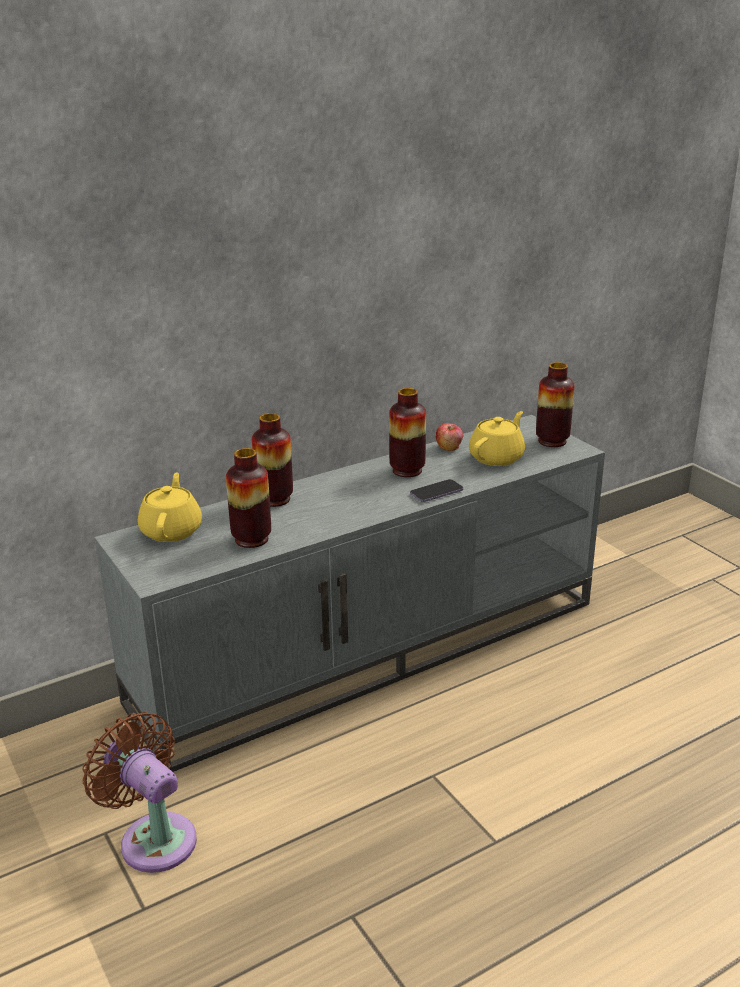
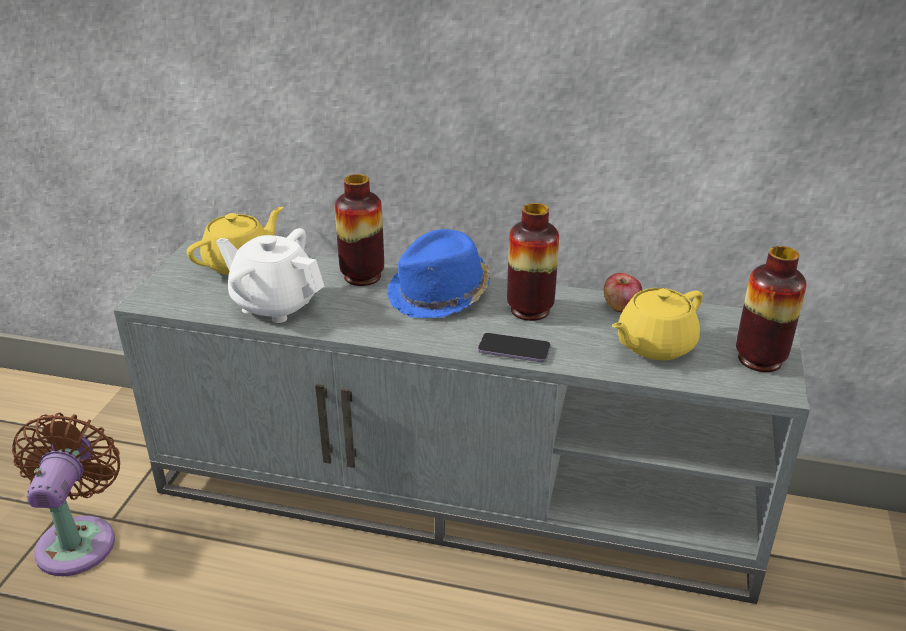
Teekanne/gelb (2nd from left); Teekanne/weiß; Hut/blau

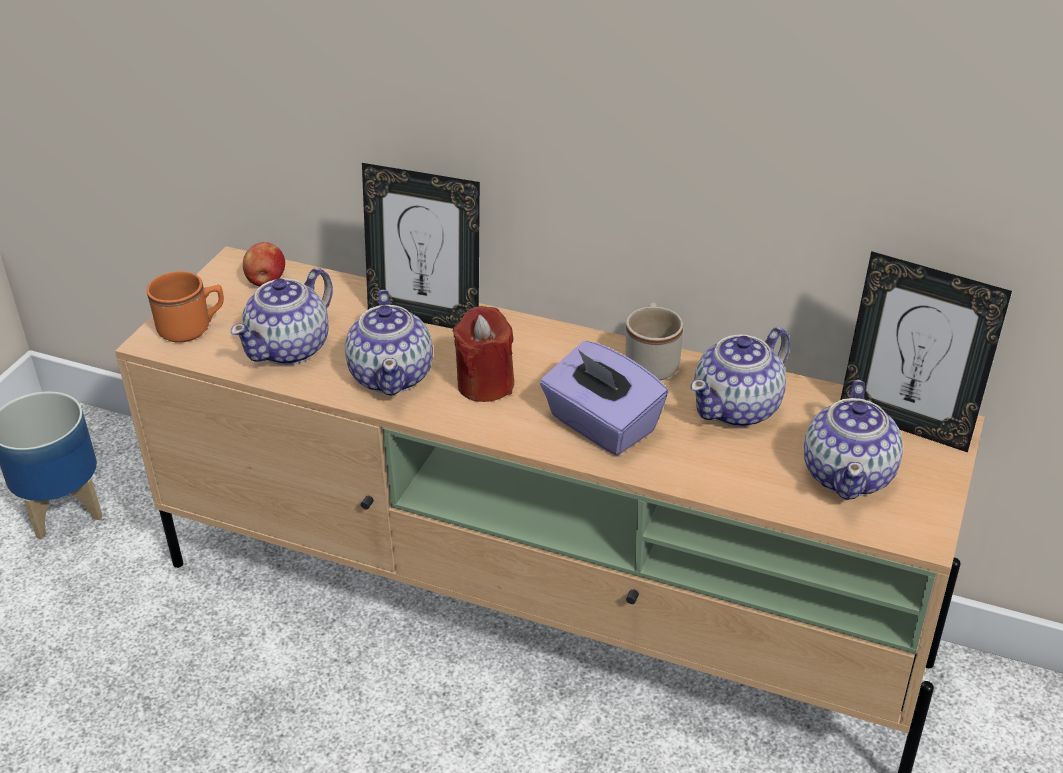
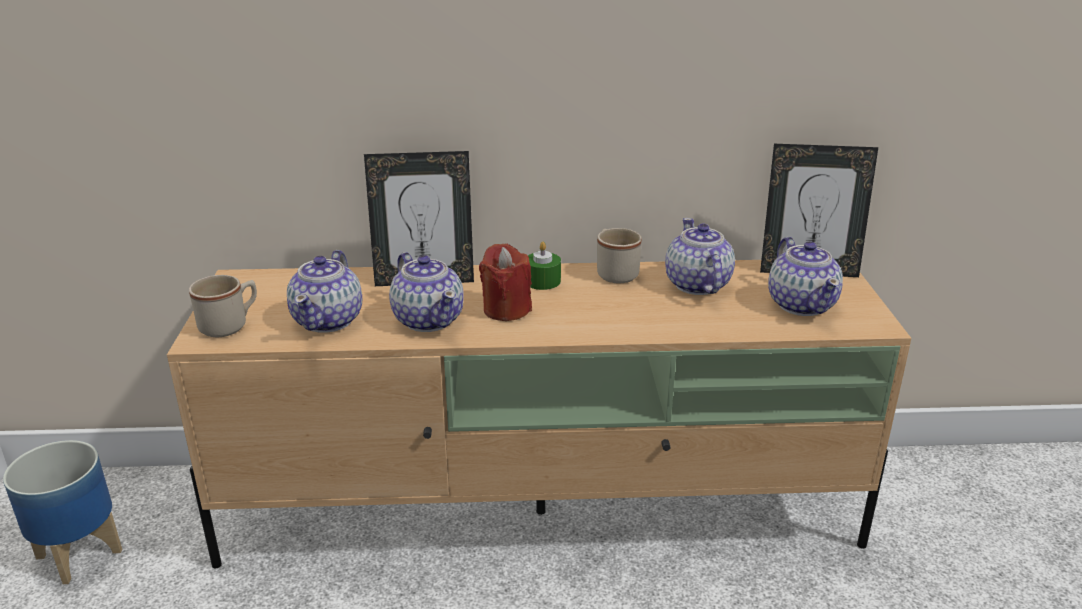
Apfel; Henkelbecher/beige (1st from left); Teekanne (3rd from left); Taschentuchbox/lila; Kerze/grün

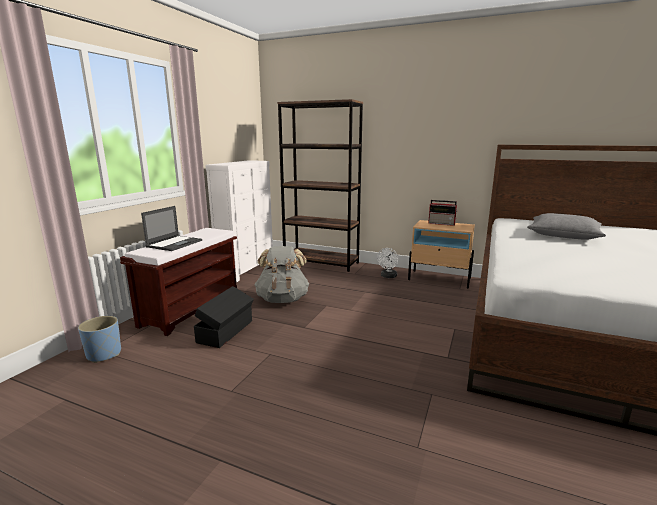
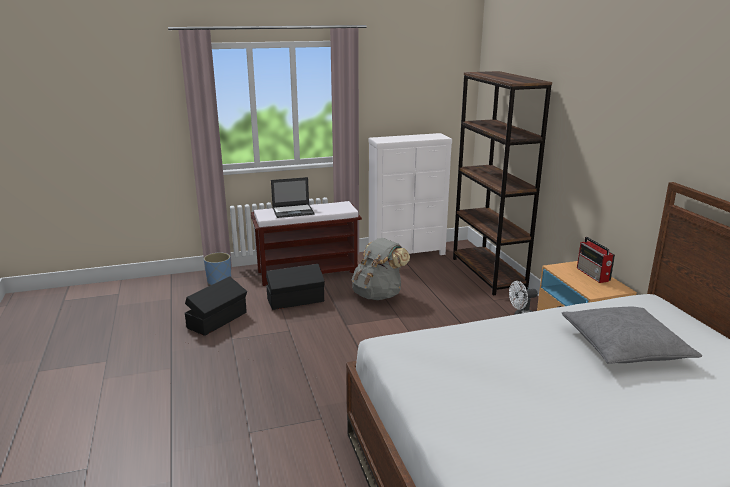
Aufbewahrungsbox/schwarz (1st from left)

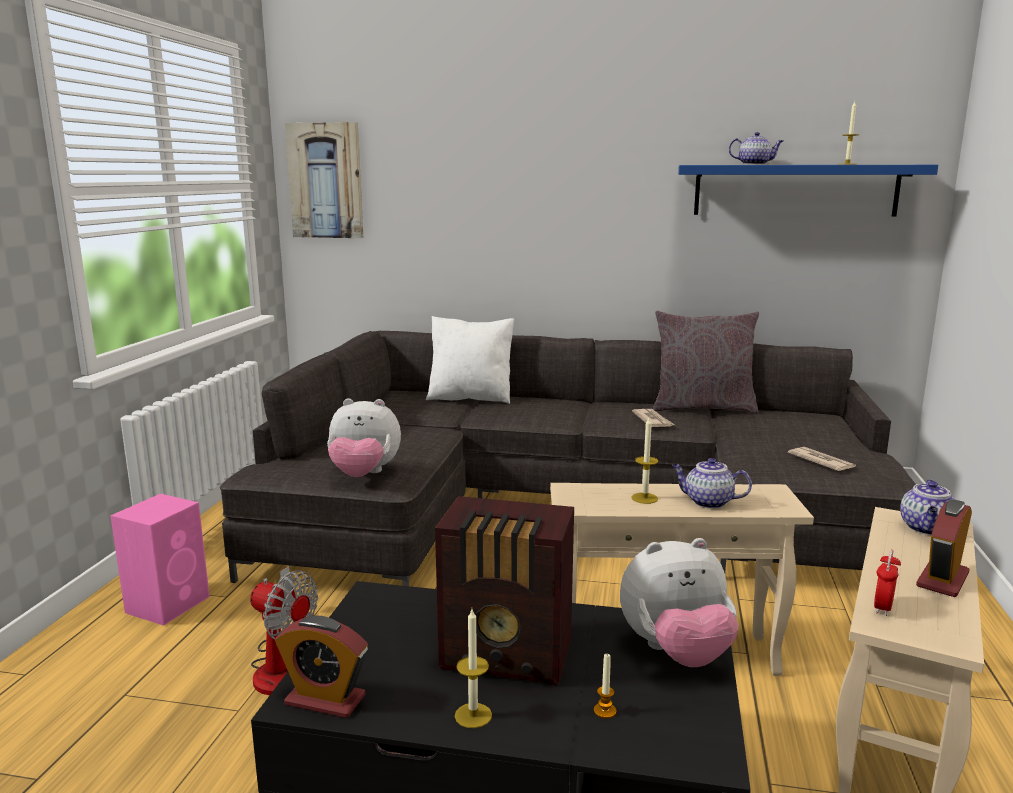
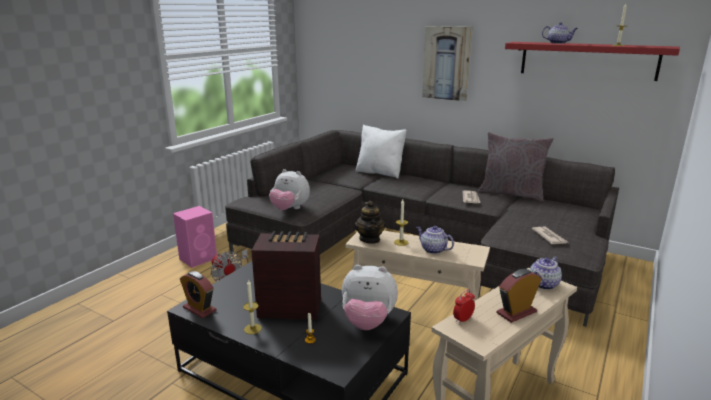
Bild; Wandregal/rot; Radio; Teekanne (1st from left)

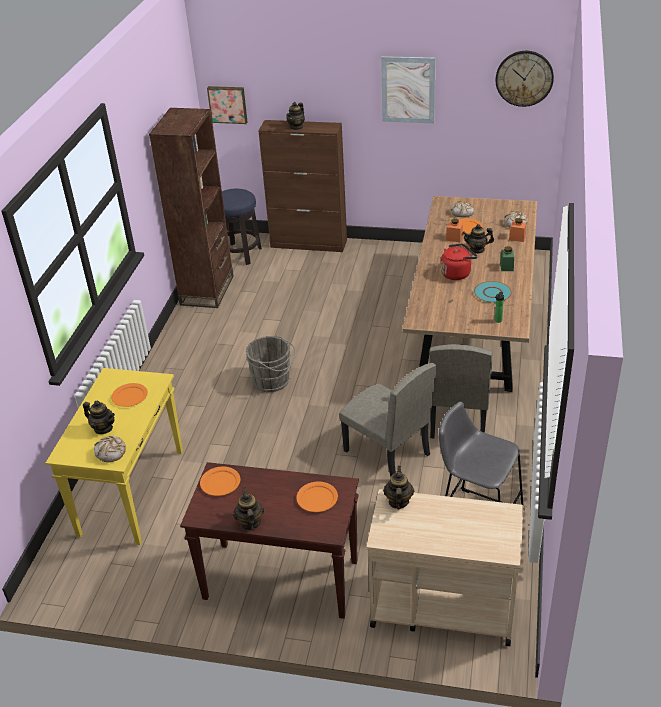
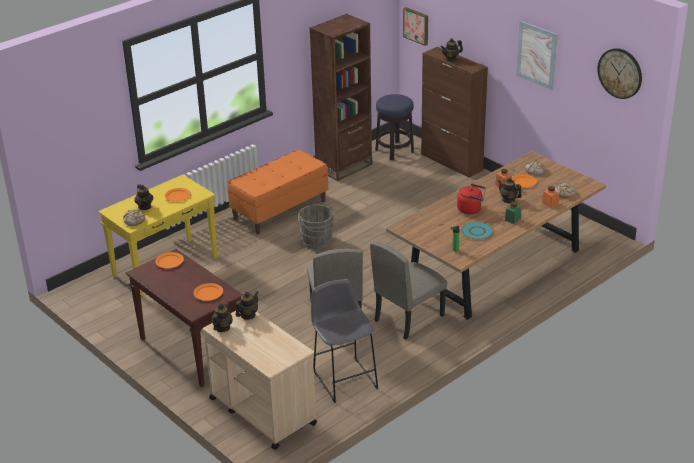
Teekanne (2nd from left); Bank/orange

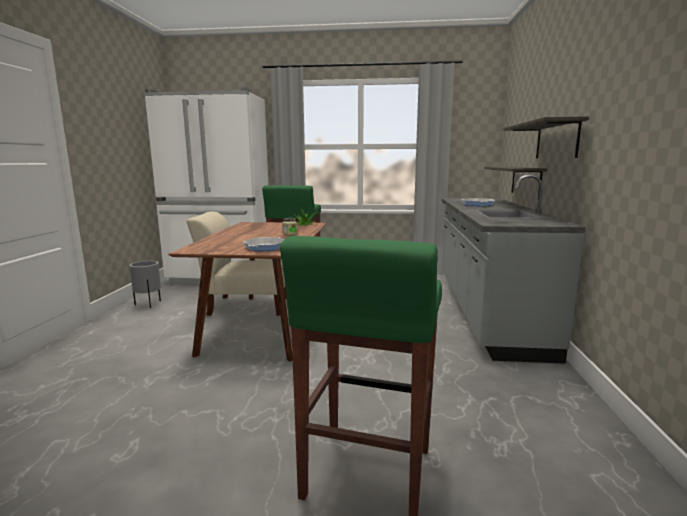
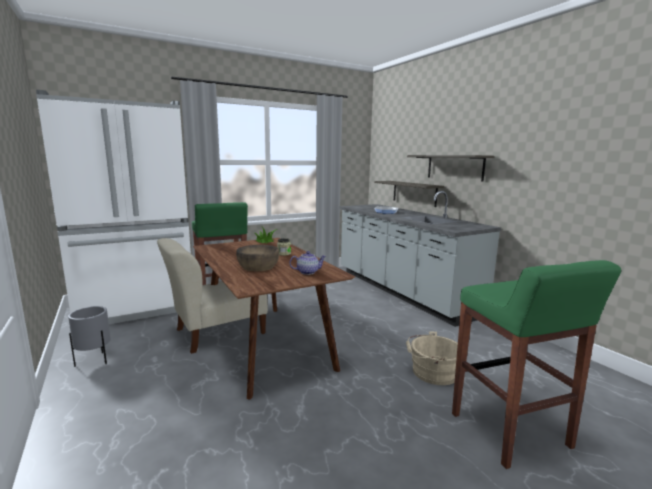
Teekanne; Schüssel/braun; Eimer/beige

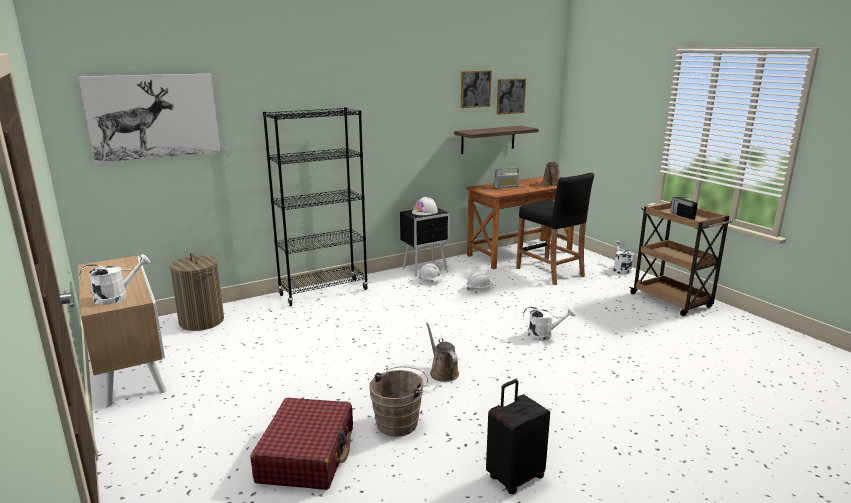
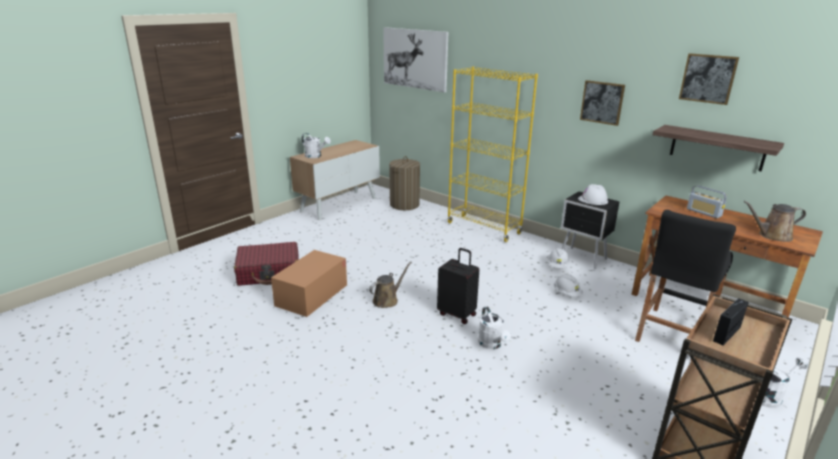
Bild (2nd from left); Bücherregal/gelb; Karton; Koffer/schwarz

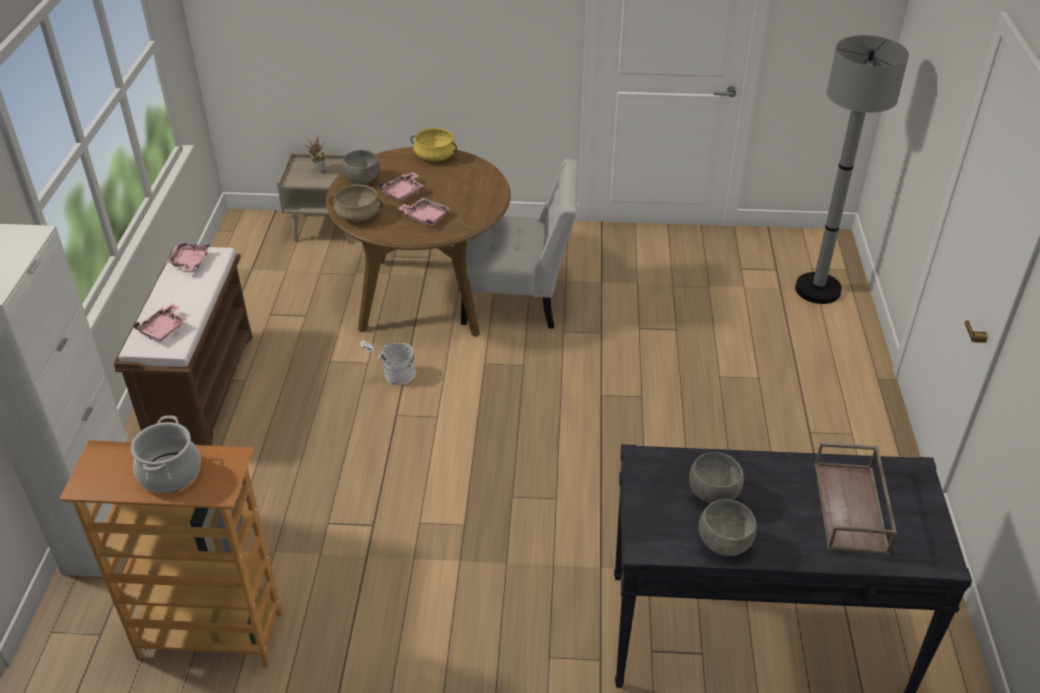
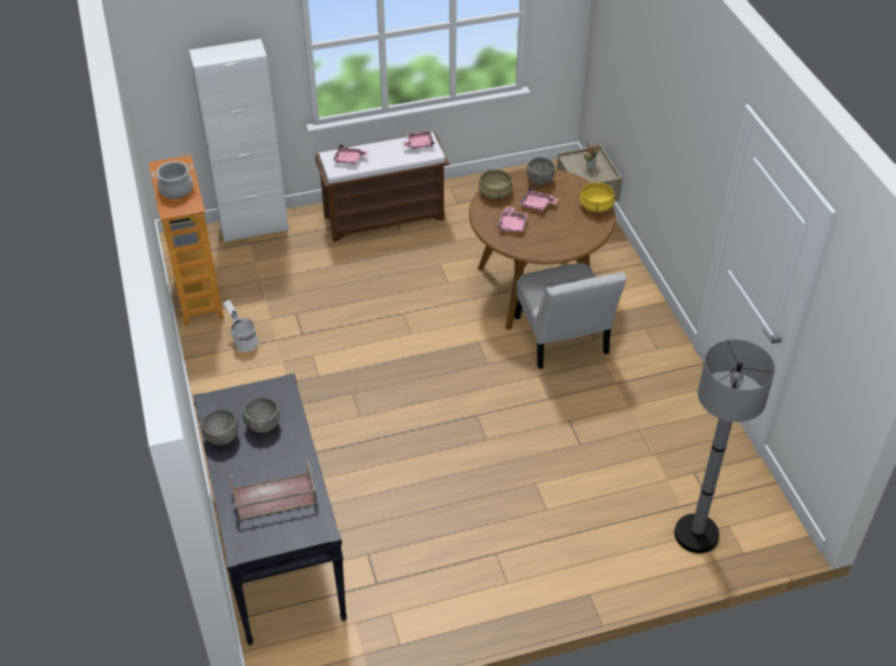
Eimer/weiß

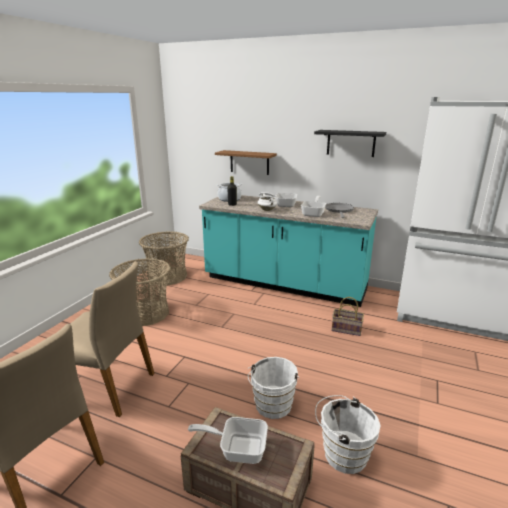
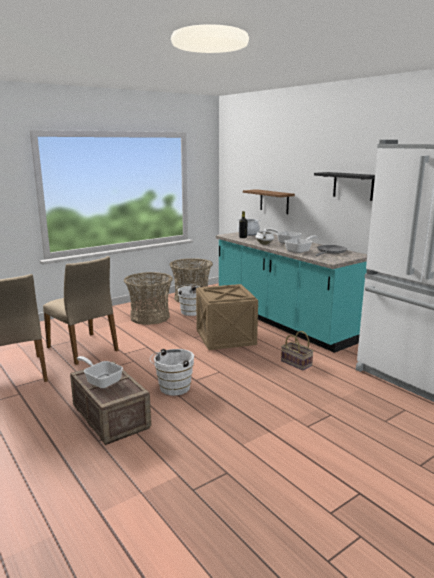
Eimer/weiß (2nd from left); Kiste (2nd from left)

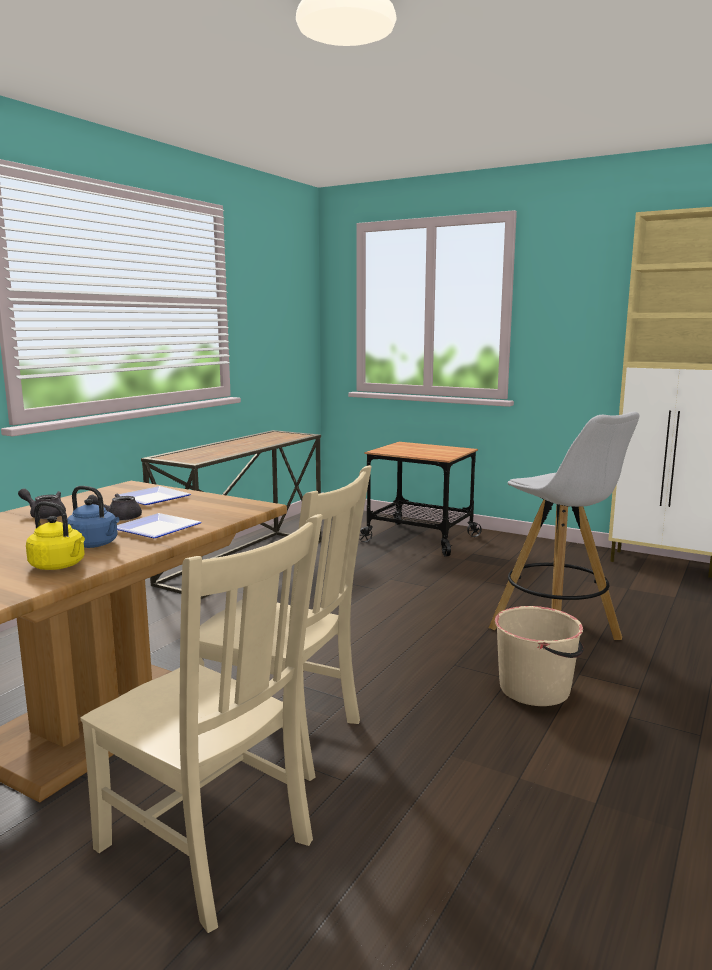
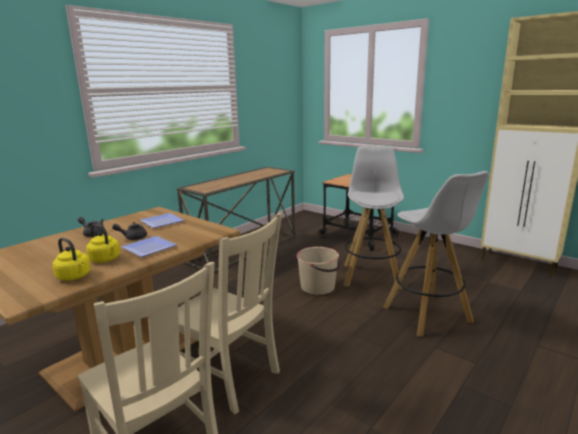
Wasserkessel/gelb (2nd from left); Eimer/beige; Hocker/weiß (1st from left)

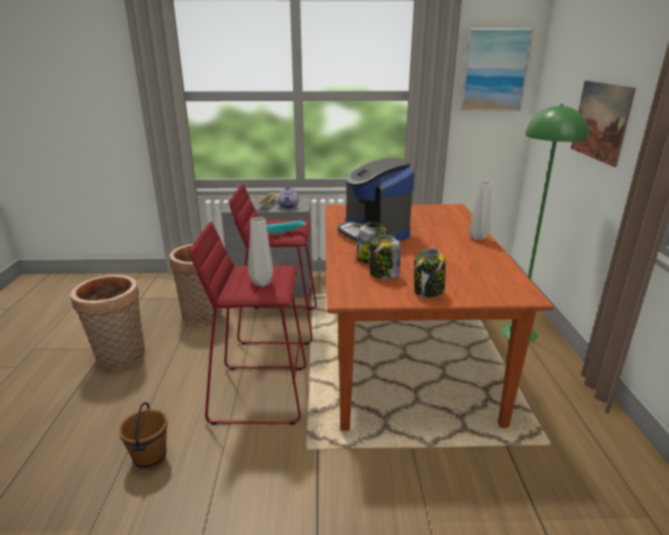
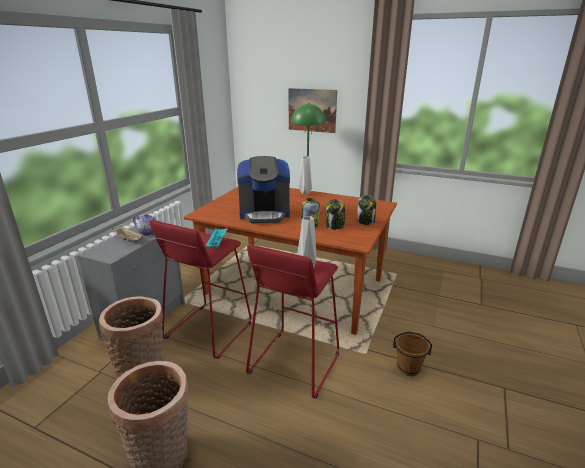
Bild (1st from left in the first image); Eimer/braun

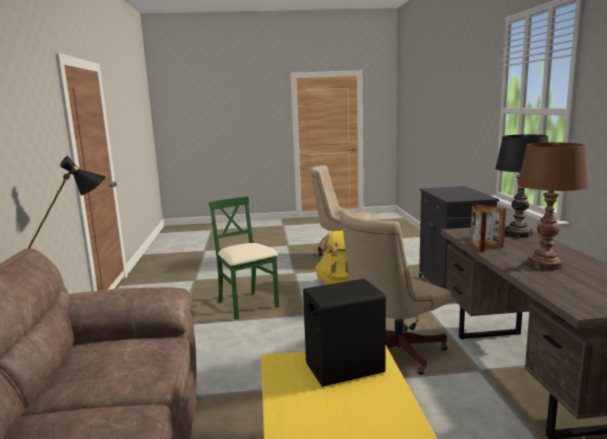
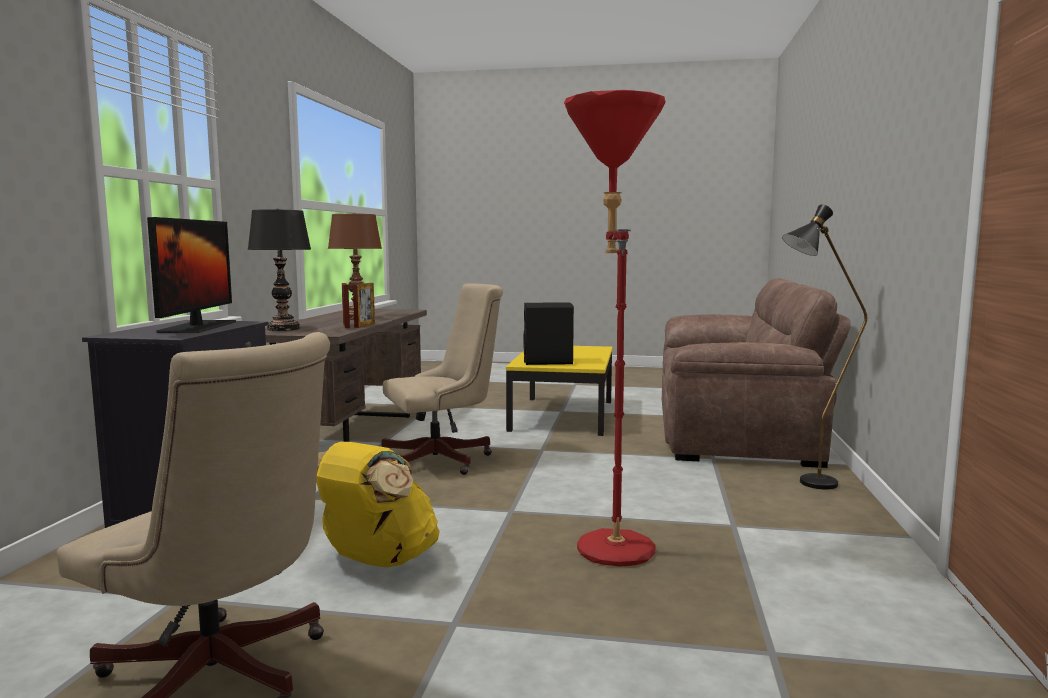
Stehlampe/rot; Monitor

